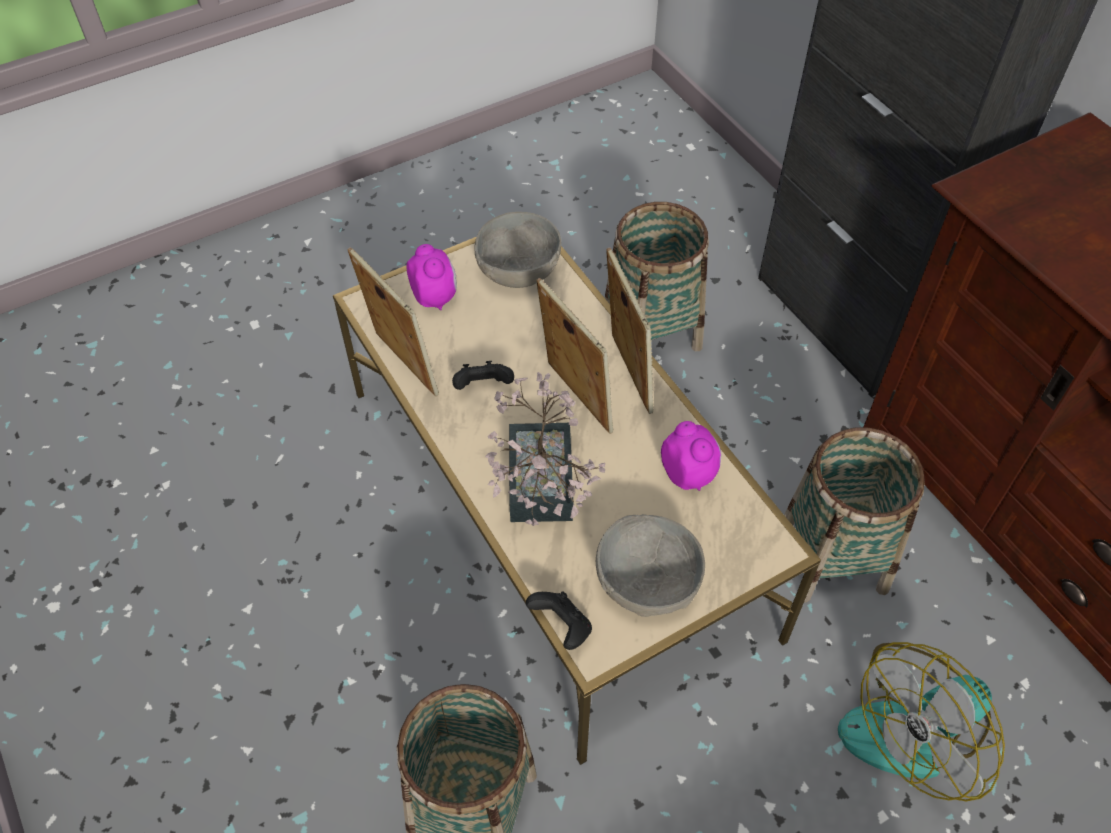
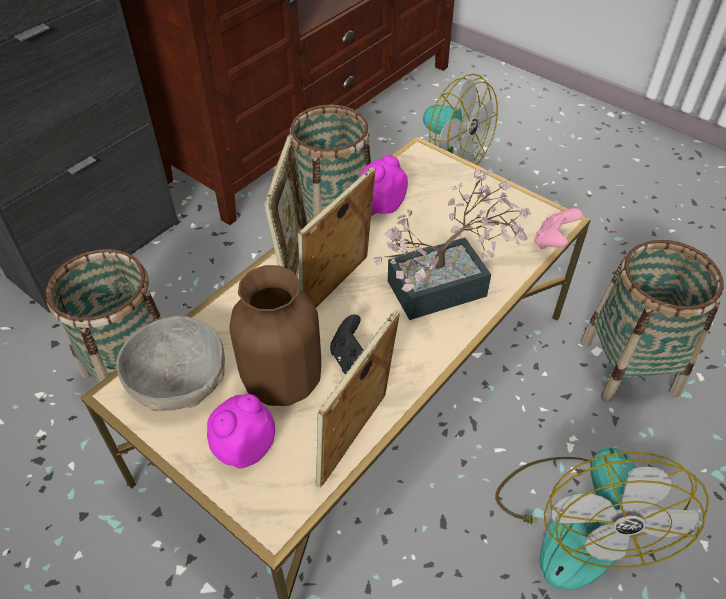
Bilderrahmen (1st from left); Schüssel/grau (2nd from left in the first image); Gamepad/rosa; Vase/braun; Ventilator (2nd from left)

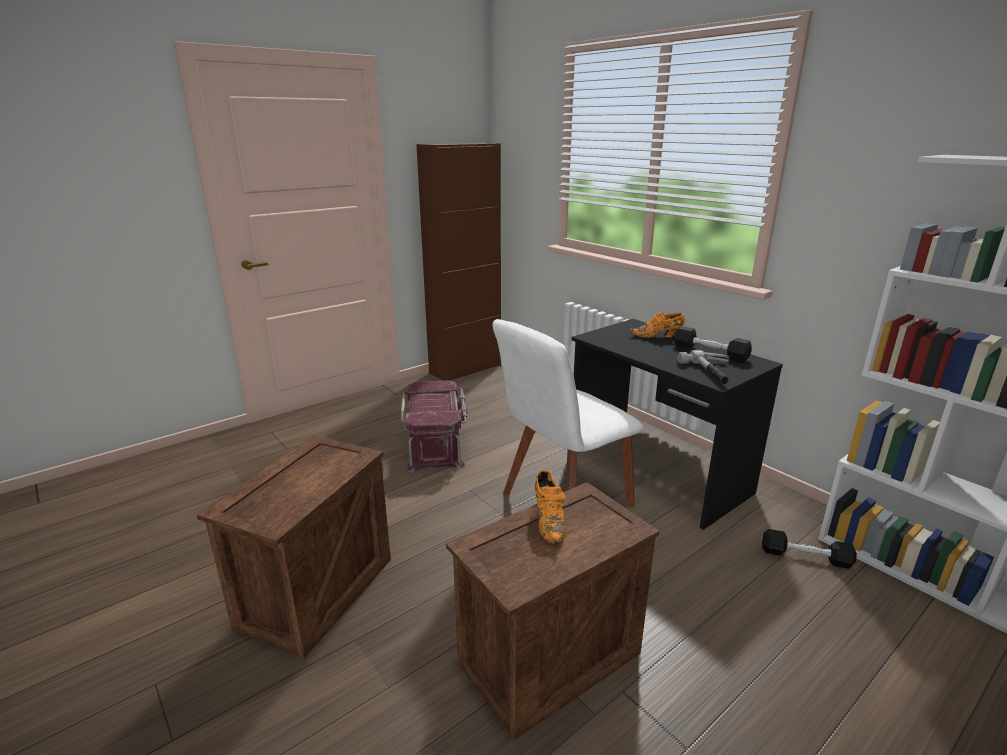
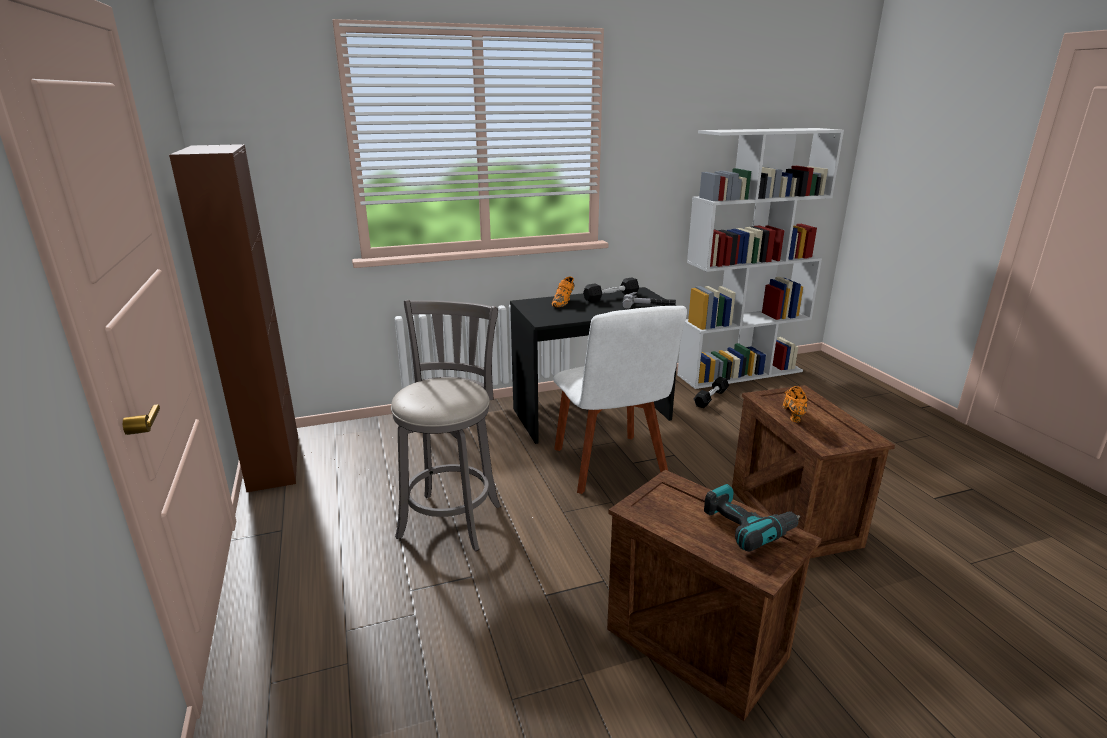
Hocker/grau; Schuh/orange (2nd from left); Bohrmaschine

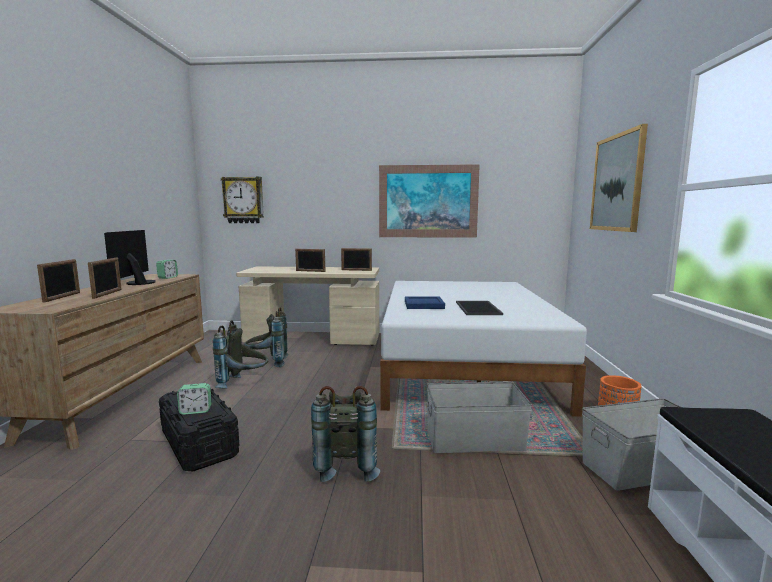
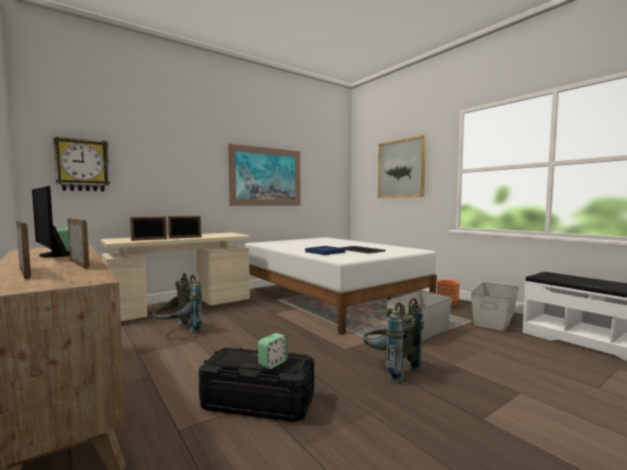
Bilderrahmen (3rd from left); Rucksack/grau (1st from left in the first image)

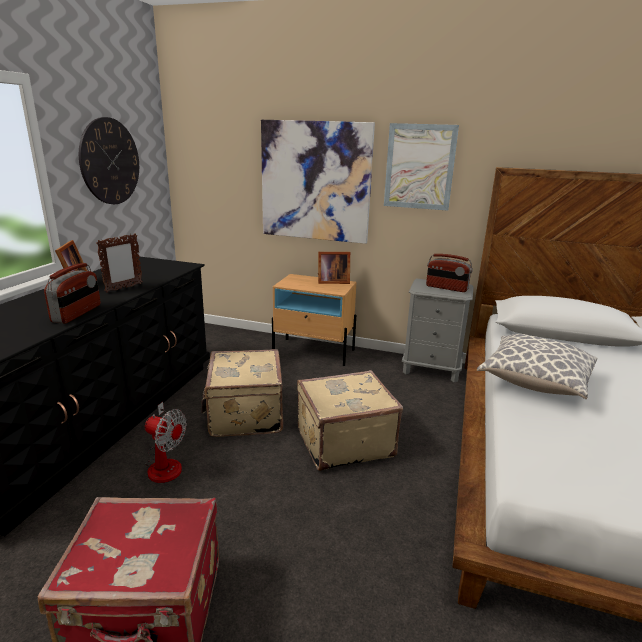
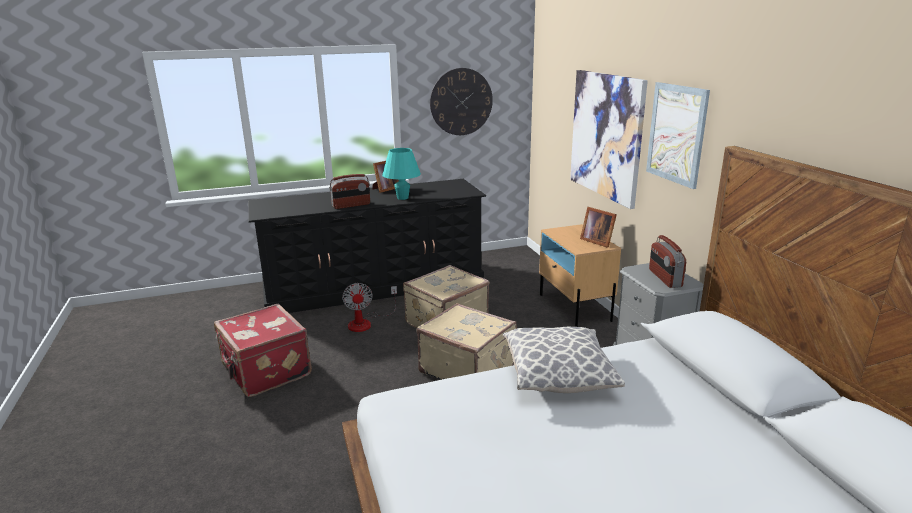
Tischlampe/türkis

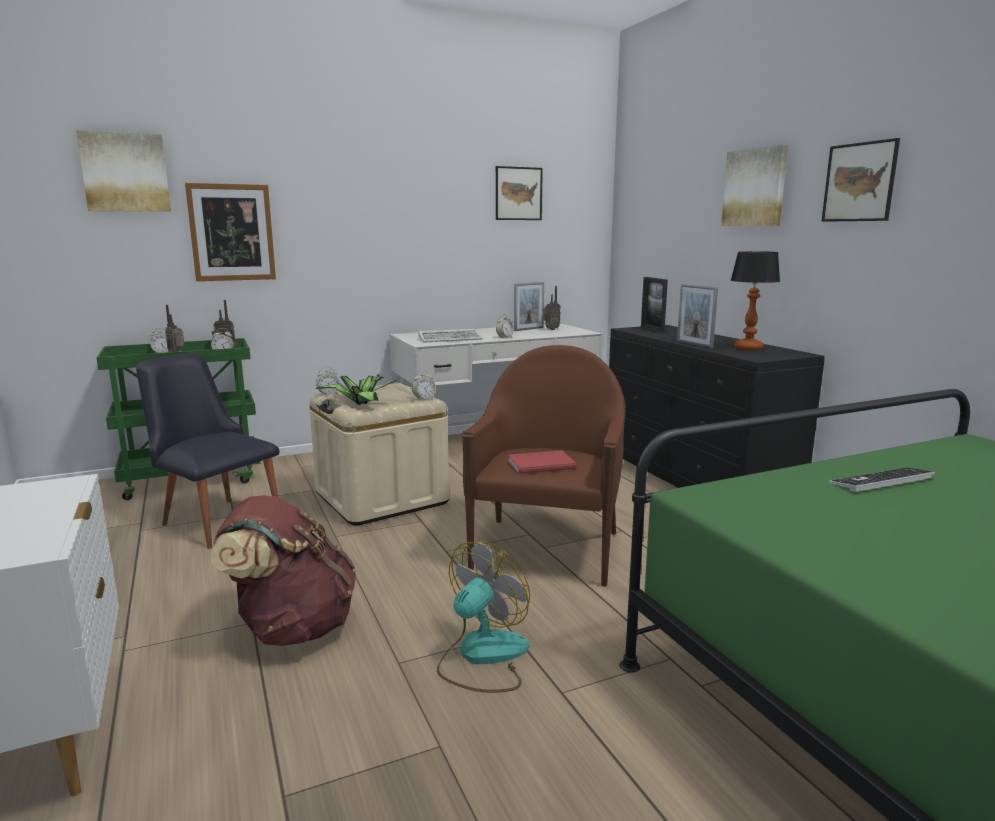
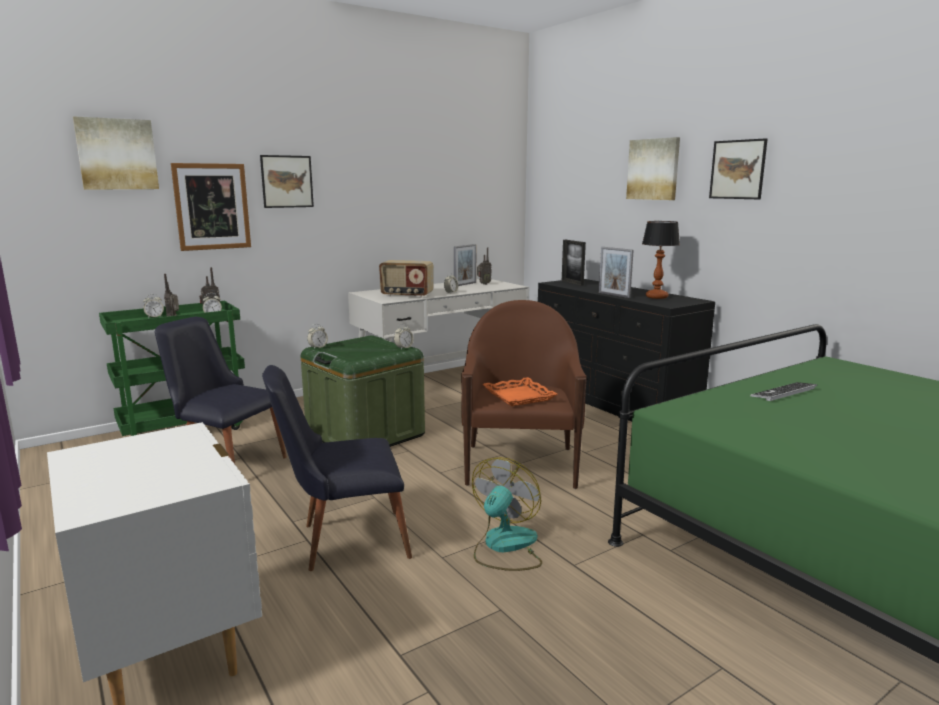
Bild (3rd from left); Radio (3rd from left); Topfpflanze; Aufbewahrungsbox/grün; Tablett/orange; Stuhl/schwarz (2nd from left)

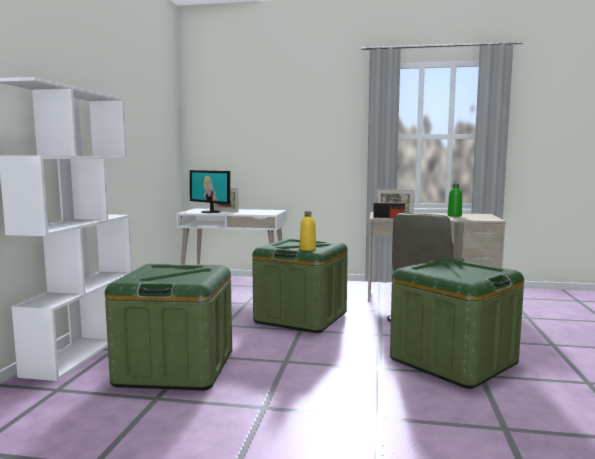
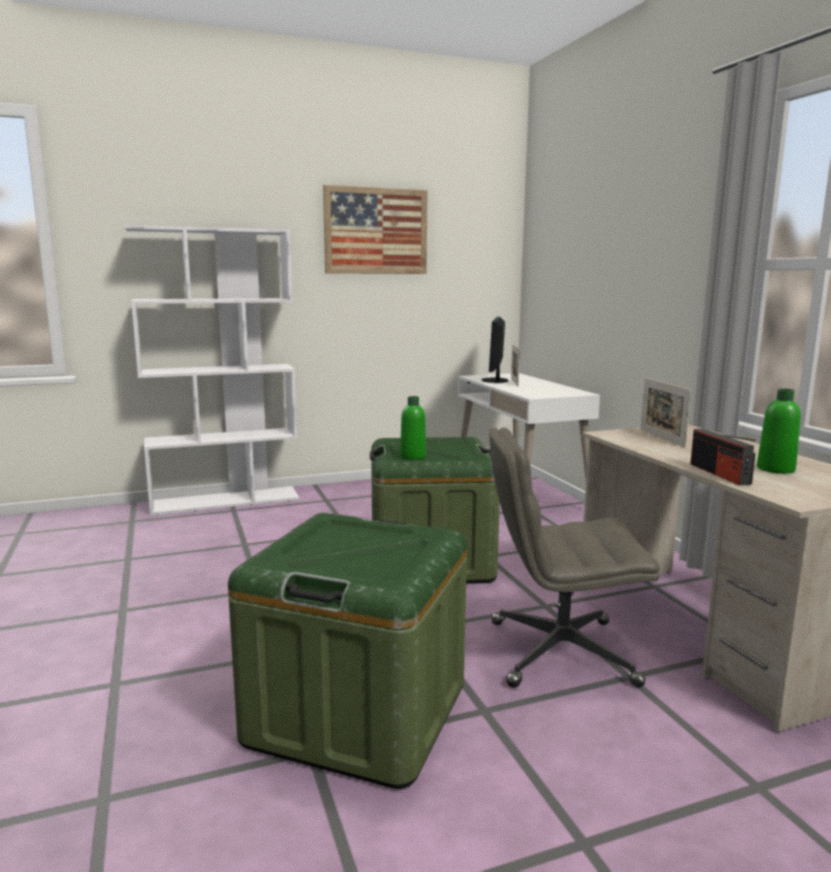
Radio; Flasche/grün (1st from left); Aufbewahrungsbox/grün (1st from left in the first image); Bild

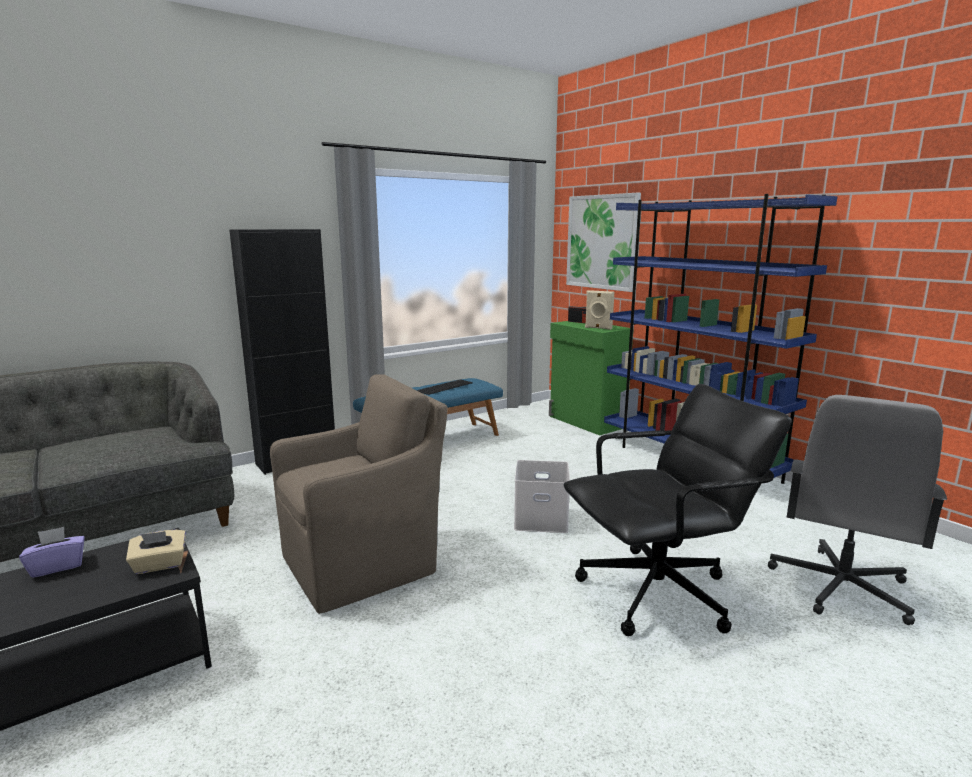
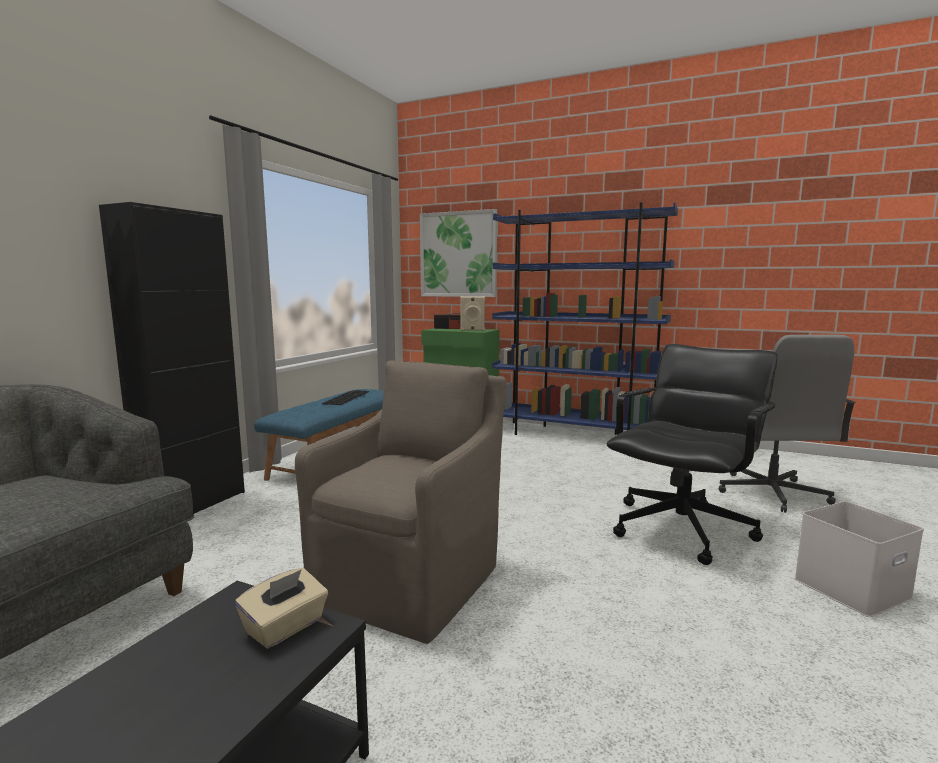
Aufbewahrungsbox/weiß; Taschentuchbox/lila

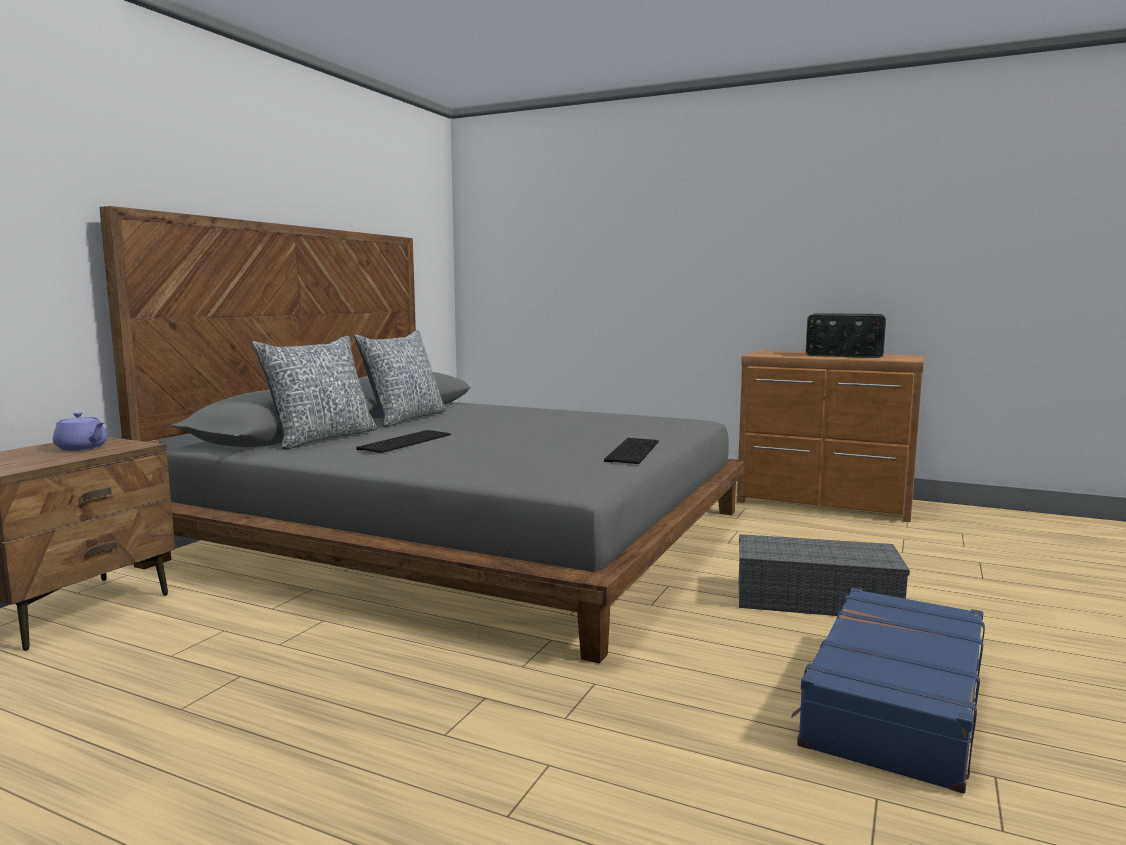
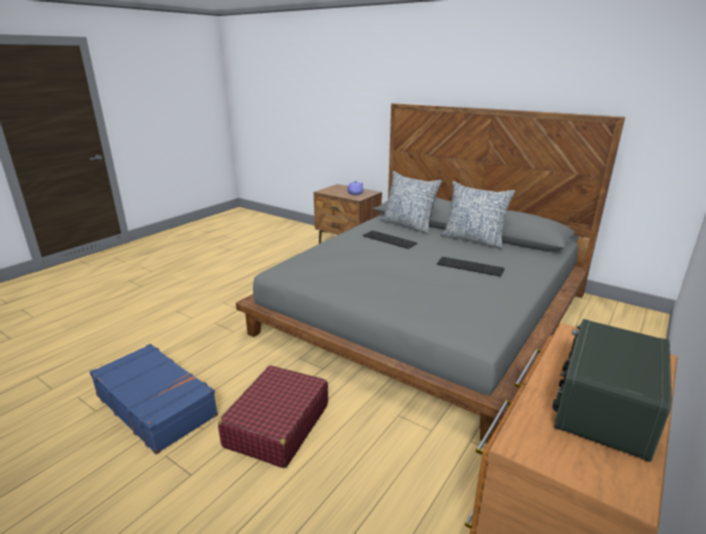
Tastatur (2nd from left); Koffer/rot

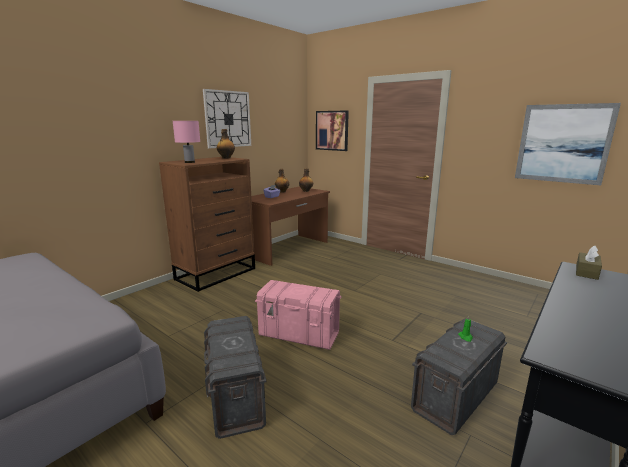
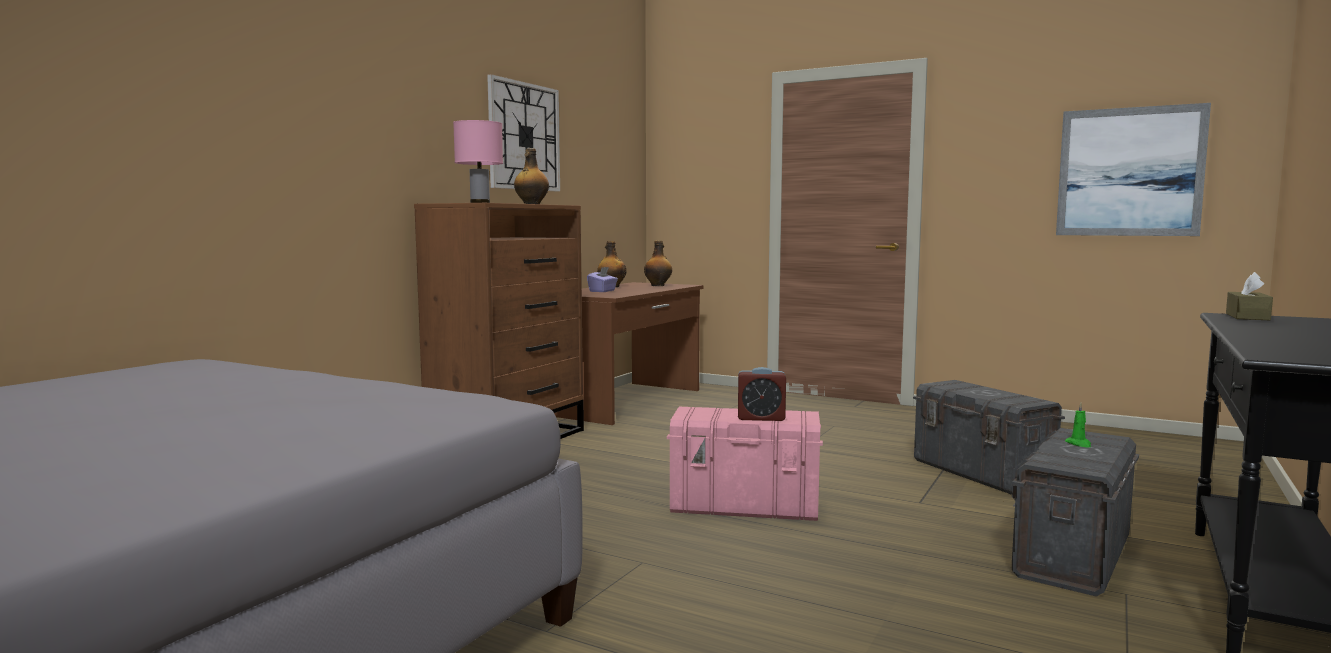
Bild (1st from left in the first image); Aufbewahrungsbox/grau (1st from left); Wecker

